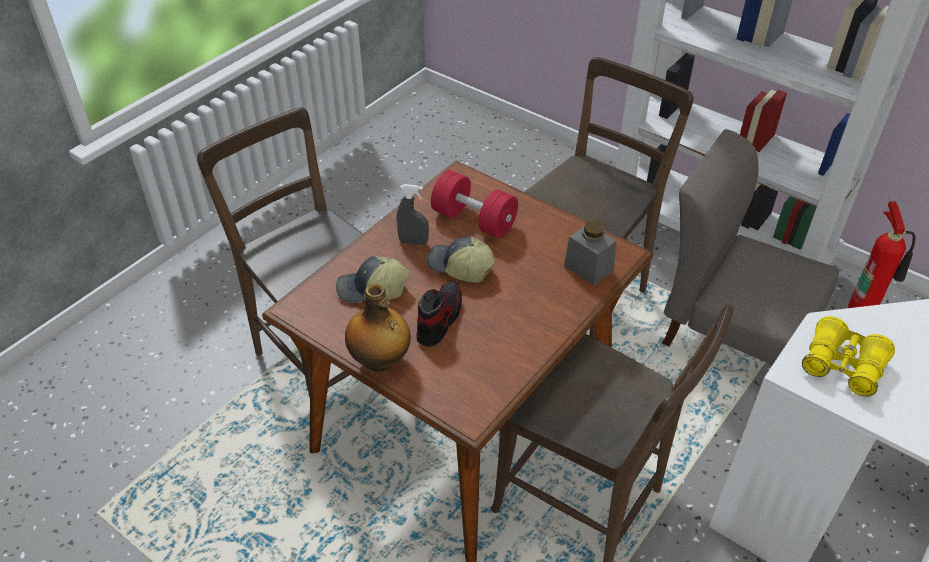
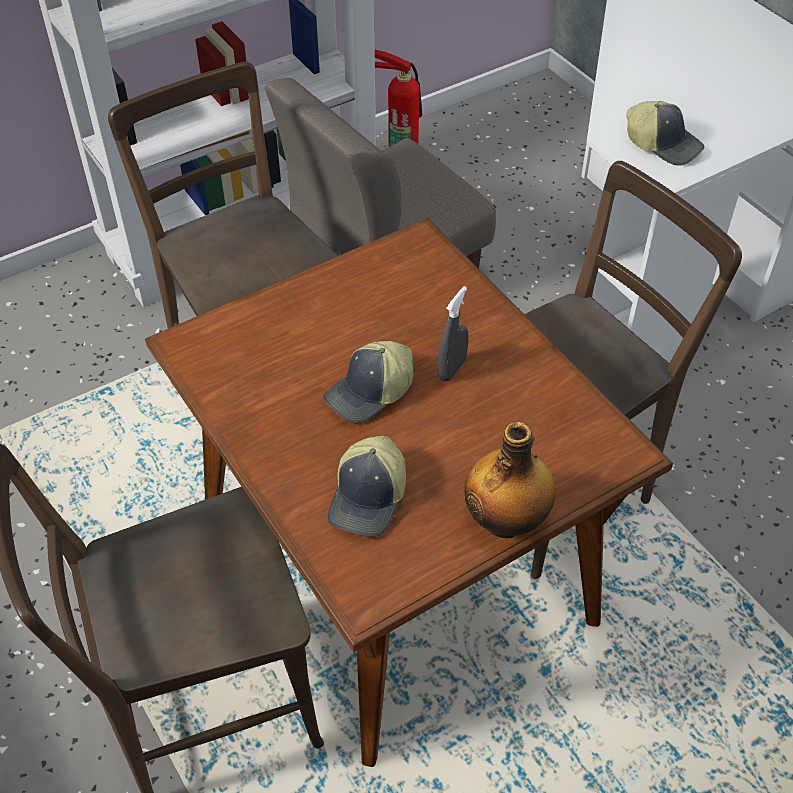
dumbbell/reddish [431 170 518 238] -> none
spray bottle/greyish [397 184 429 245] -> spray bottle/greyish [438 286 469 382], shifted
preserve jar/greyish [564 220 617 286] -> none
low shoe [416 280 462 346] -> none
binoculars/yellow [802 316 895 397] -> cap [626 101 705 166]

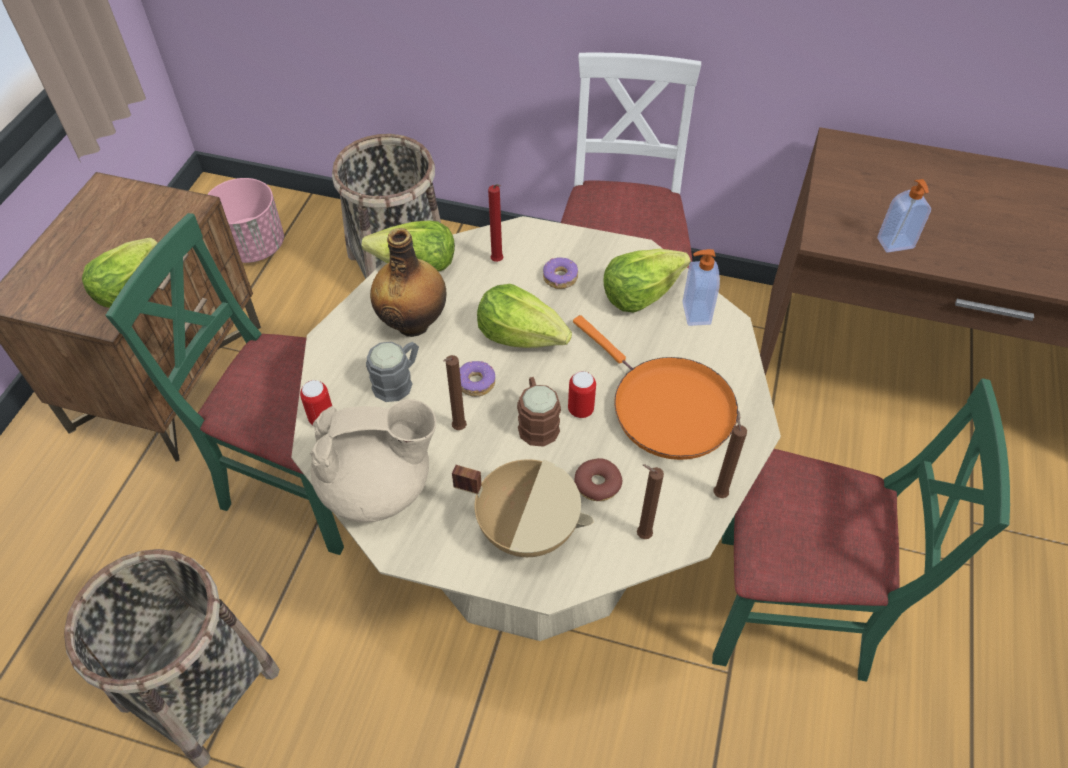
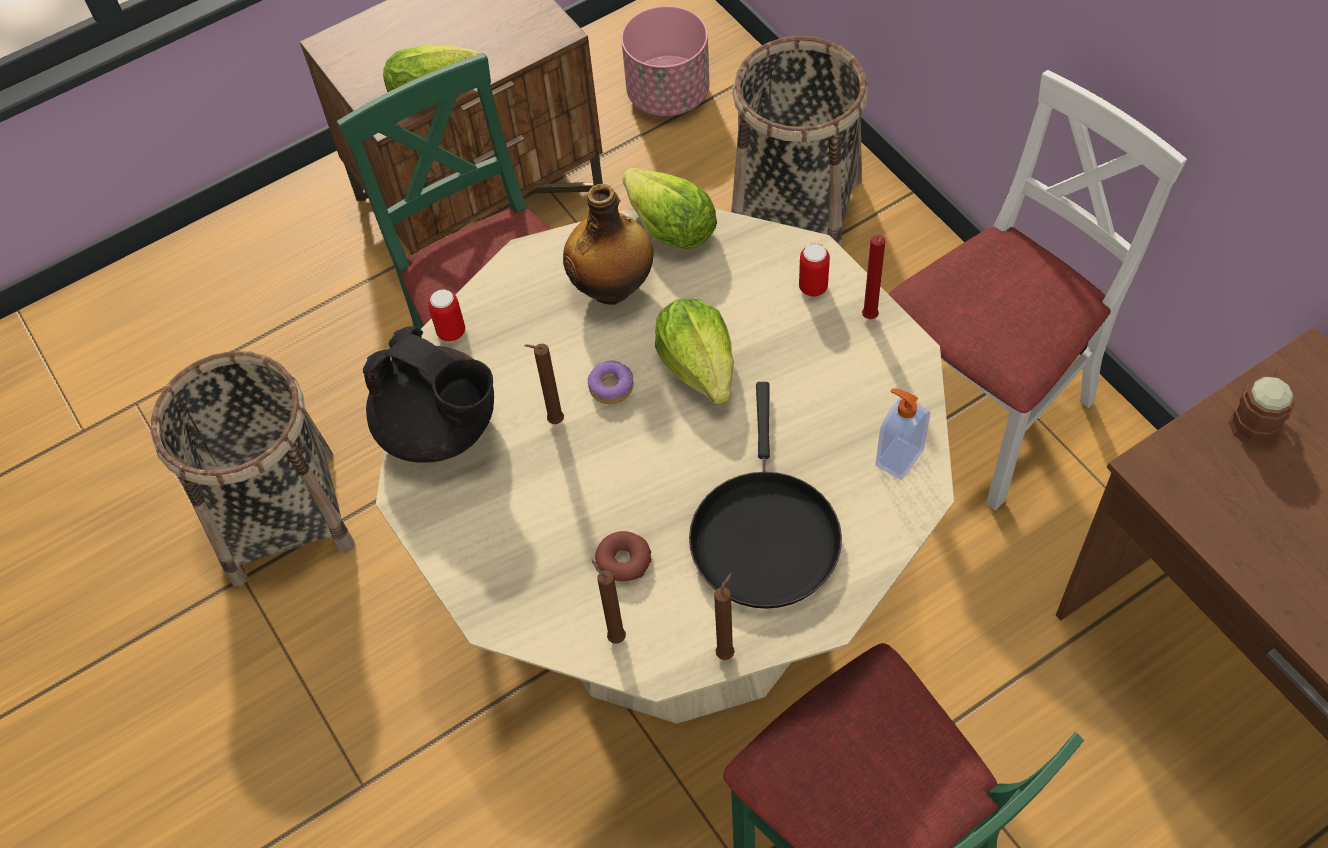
liquid soap bottle [877 179 931 253] -> none
wax candle/reddish [488 184 503 262] -> wax candle/reddish [862 235 885 319], shifted
lettuce [604 249 691 313] -> none
donut [543 257 578 289] -> none
skillet/orange [573 315 738 460] -> skillet/black [689 382 842 609]
mug/greyish [366 342 419 402] -> none
sealed can [568 371 596 418] -> sealed can [799 244 830 297], shifted
mug/brown-coloured [517 377 561 447] -> mug/brown-coloured [1228 367 1295 447], shifted
pot for tea/beige-coloured [310 399 436 522] -> pot for tea/black [363 326 494 463]
stockpot/beige-coloured [452 459 593 557] -> none

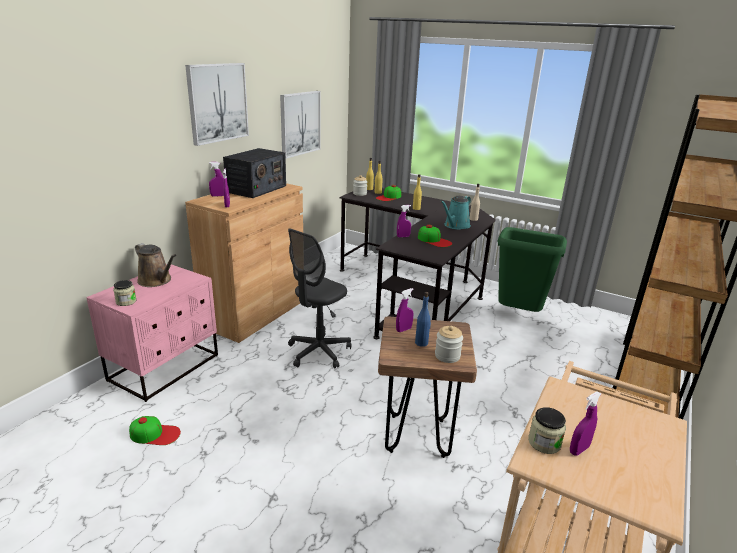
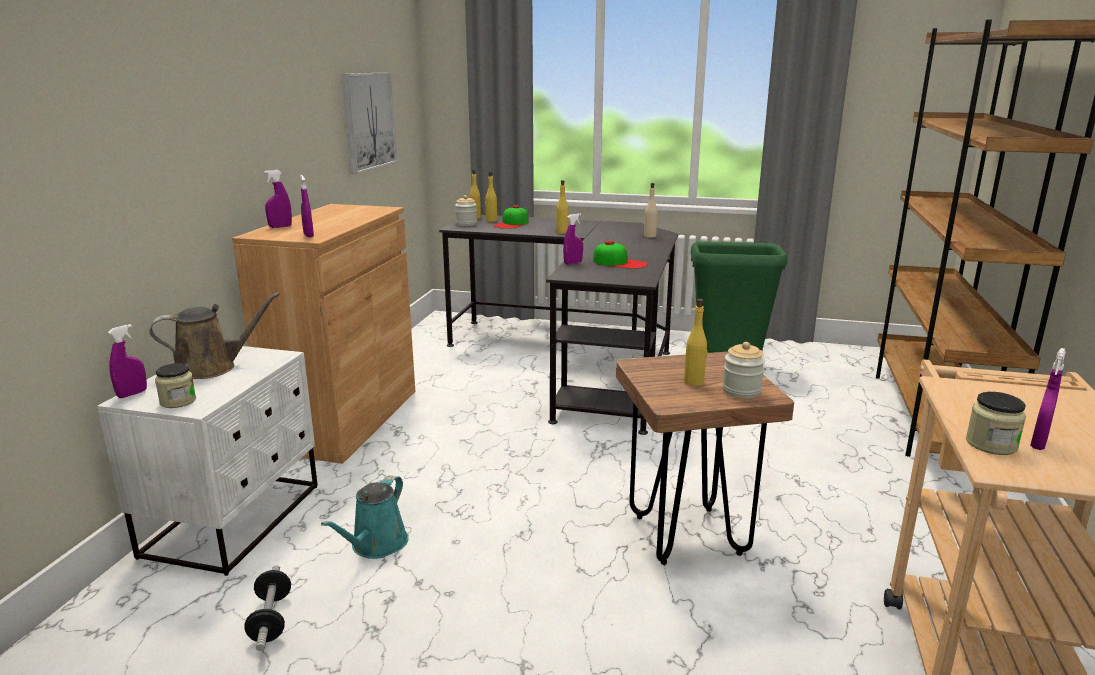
picture [185 63 249 146] -> none
radio receiver [223 148 286 198] -> none
watering pot/turquoise [440 196 471 230] -> watering pot/turquoise [321 475 409 559], shifted
office chair/greyish [288 228 351 369] -> none
watering pot/brown-coloured [135 243 176 287] -> watering pot/brown-coloured [150 292 280 379], 45 degrees counterclockwise
bedside table/pink-coloured [86 264 218 402] -> bedside table/white [97 346 318 576]
spray bottle/purplish [396 288 414 332] -> spray bottle/purplish [108 324 147 398], shifted
bottle/blue-coloured [415 291 431 347] -> bottle/yellow [684 299 707 386]
cap [129 416 181 445] -> dumbbell [244 565 291 651]

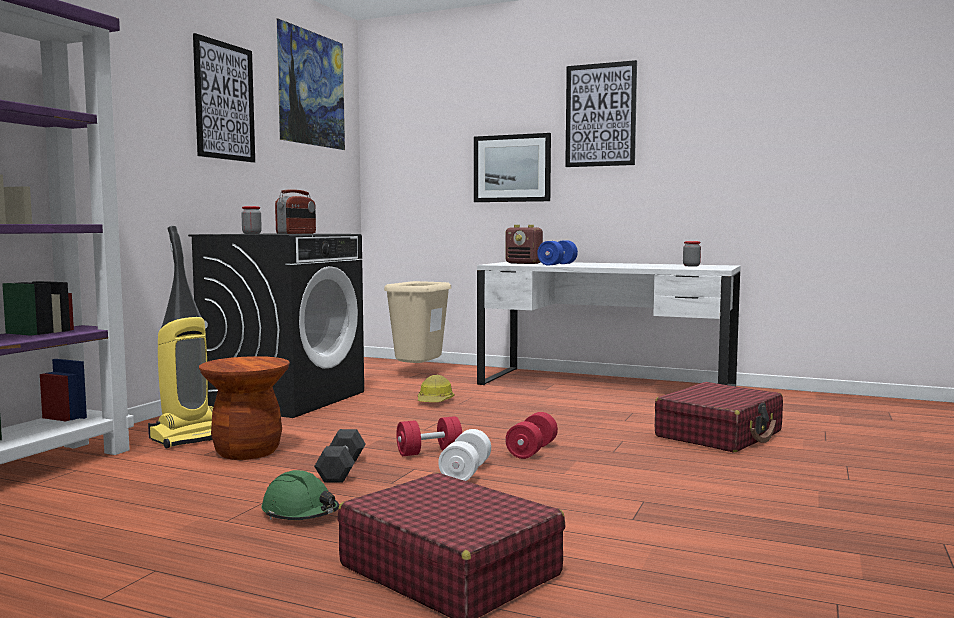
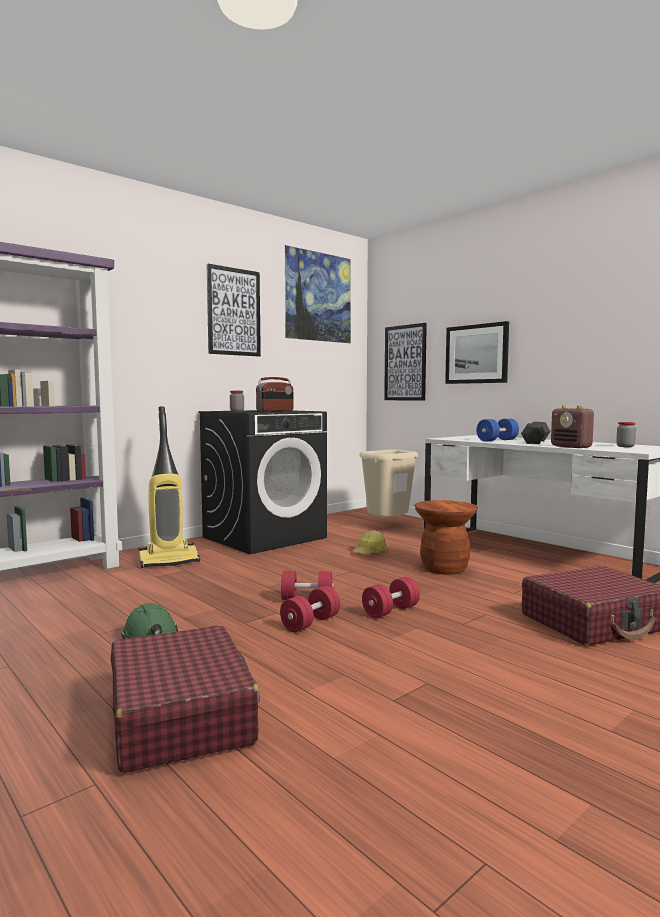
picture [565 60 637 167] -> picture [384 323 427 401], shifted
radio receiver [505 225 543 264] -> radio receiver [551 405 594 448], shifted
stool seat/brown-coloured [199 356 290 460] -> stool seat/brown-coloured [414 500 478 575], shifted
dumbbell/black [314 429 366 483] -> dumbbell/black [521 422 551 444], shifted
dumbbell/white [438 429 491 481] -> dumbbell/reddish [280 586 340 632]

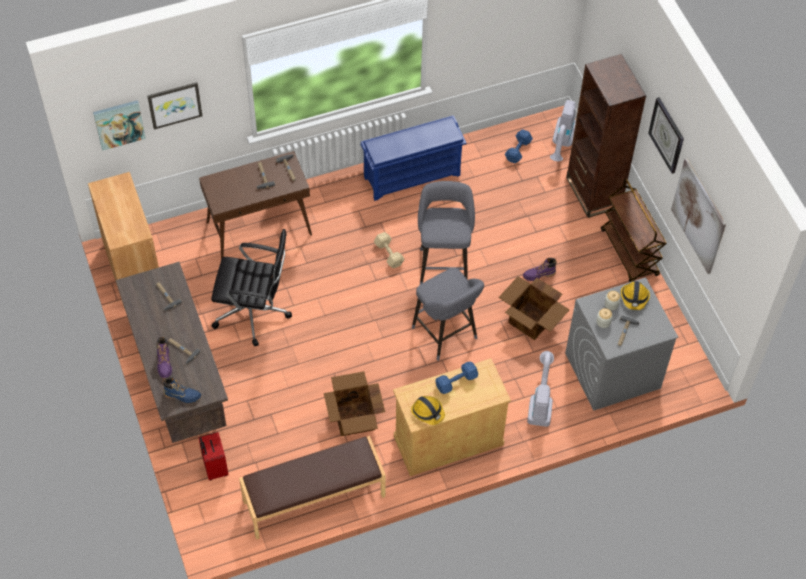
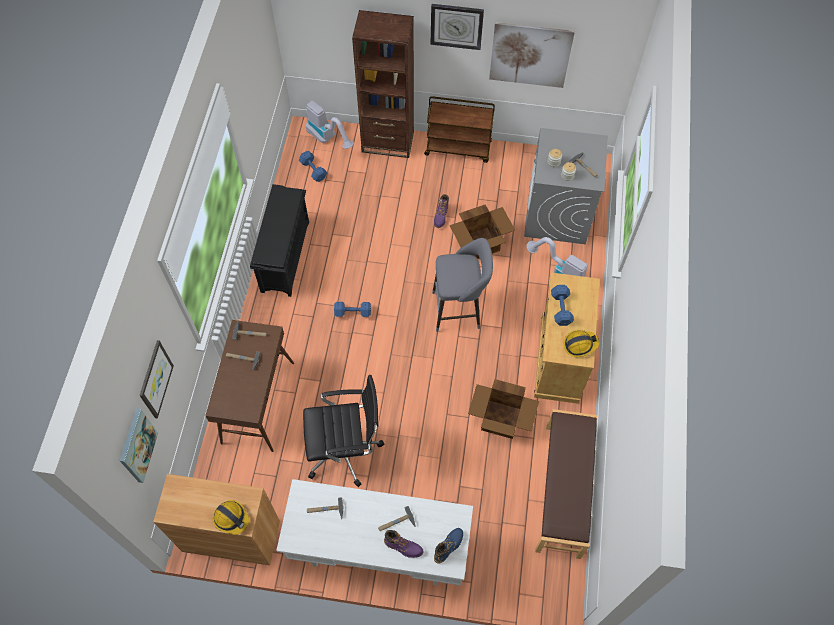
shoe shelf/blue-coloured [360 115 467 201] -> shoe shelf/black [250 184 309 297]
stool seat/greyish [418 181 475 285] -> none
office chair/black [211 229 292 346] -> office chair/black [303 375 384 487], 45 degrees clockwise
dumbbell/beige-coloured [374 232 405 268] -> dumbbell/blue-coloured [334 302 371 317]
desk/brown-coloured [116 262 228 443] -> desk/white [276 479 473 586]
safety helmet [621 281 650 310] -> safety helmet [212 500 249 535], shifted
piece of luggage/reddish [198 432 229 480] -> none

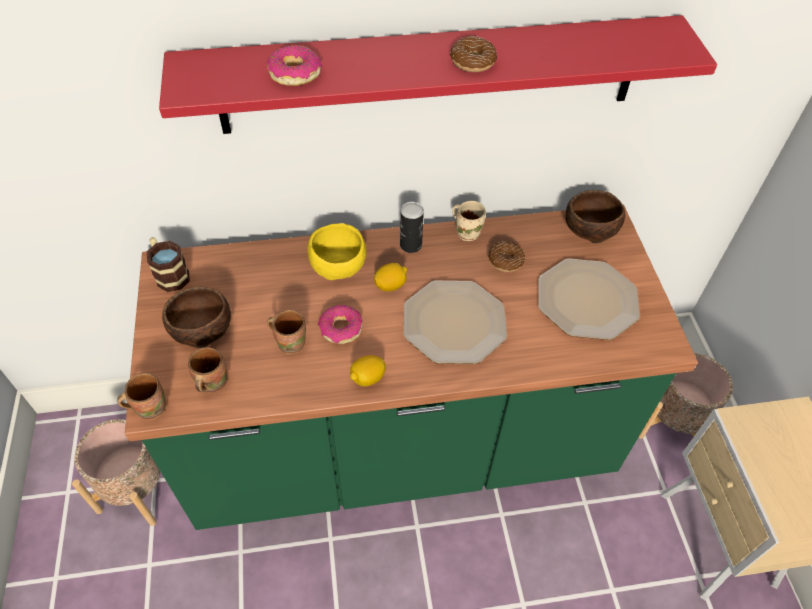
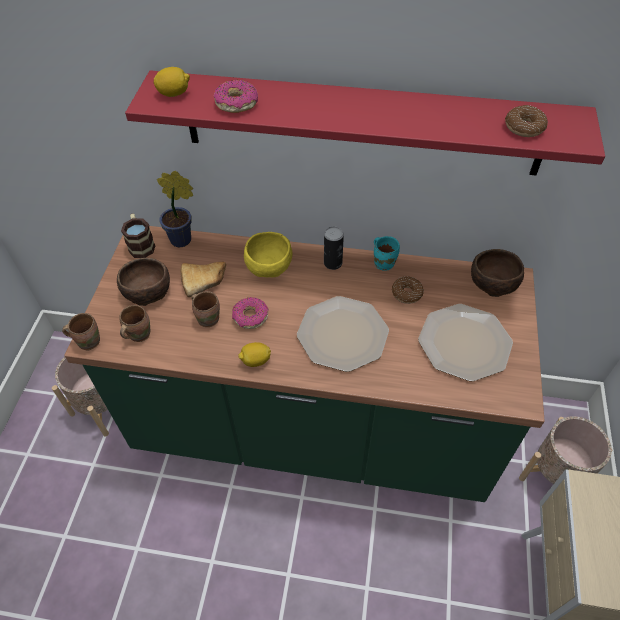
donut [450 36 497 72] -> donut [505 105 548 137], shifted
mug/beige-coloured [452 201 486 241] -> mug/turquoise [374 236 400 271]
lemon [374 263 407 292] -> lemon [153 67 190 97], shifted
none -> houseplant [157 171 193 247]
none -> bakery bread [180 262 226 297]

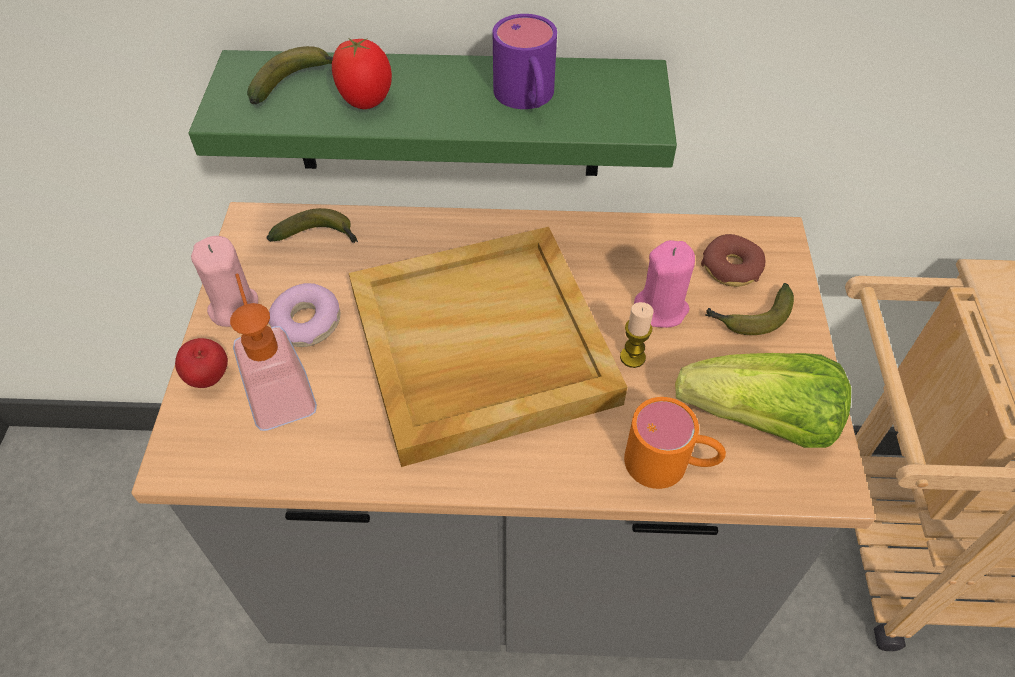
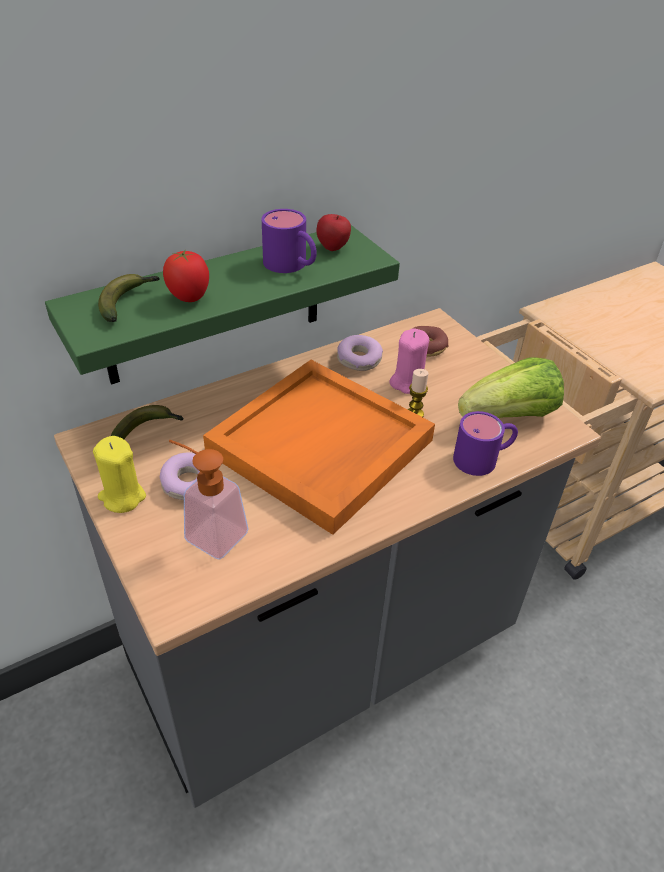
tray/beige-coloured [349 227 627 467] -> tray/orange [203 360 435 535]
wax candle/pink-coloured [191 236 258 327] -> wax candle/yellow [93 436 146 513]
banana [705 283 794 335] -> none
apple fruit [175 338 228 388] -> apple fruit [316 214 351 251], shifted
mug/orange [624 397 726 489] -> mug/purplish [453 411 518 476]
none -> donut [337 335 383 371]

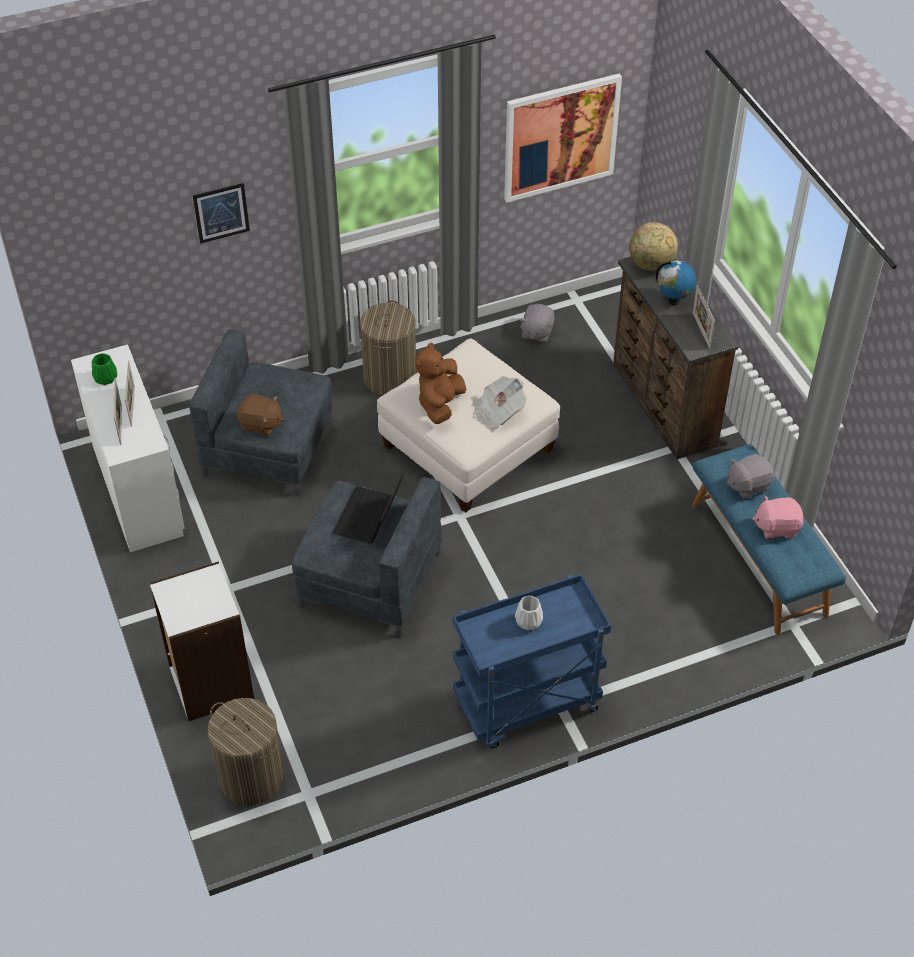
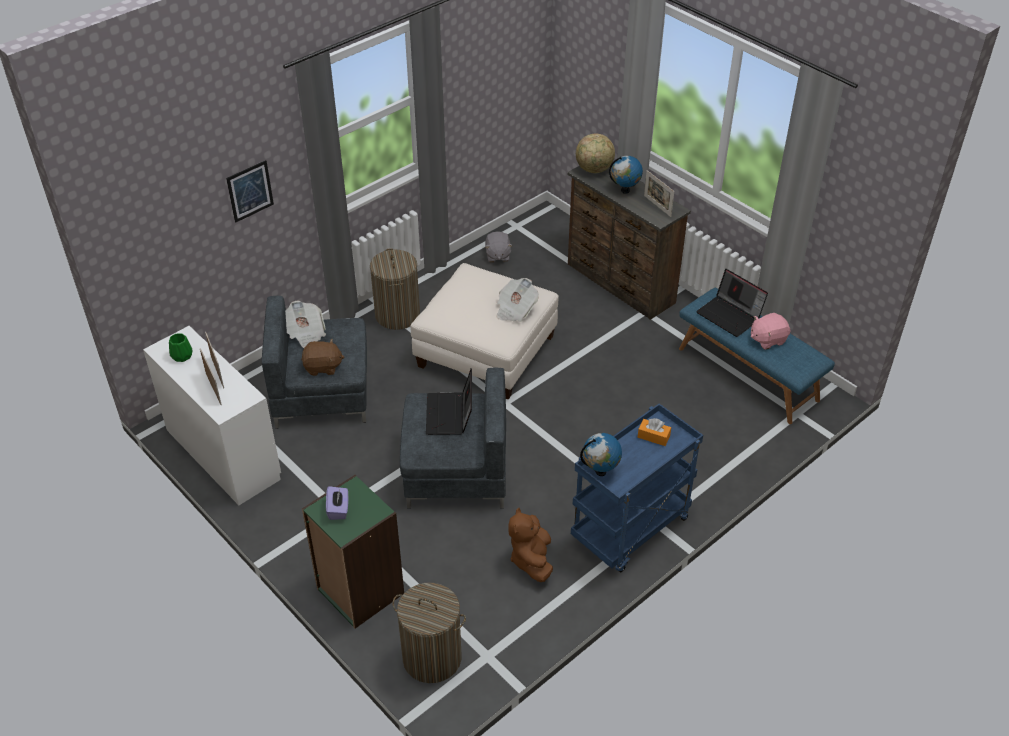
picture [504 74 622 202] -> none
plush toy/brown-coloured [415 342 466 424] -> plush toy/brown-coloured [508 508 553 582], shifted
plush toy/greyish [727 454 775 499] -> portable computer [696 269 768 337]
bookcase/white [149 561 254 722] -> bookcase/green-coloured [302 475 404 629]
decorative vase/white [515 596 543 631] -> none
none -> daily paper [285 300 326 348]
none -> tissue box/orange [638 418 671 446]
none -> globe [580 433 622 476]
none -> tissue box/purplish [326 486 348 520]

